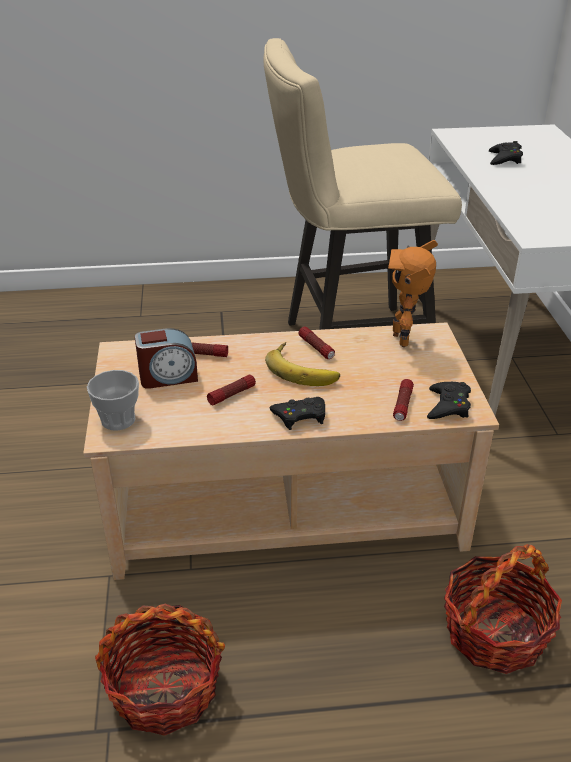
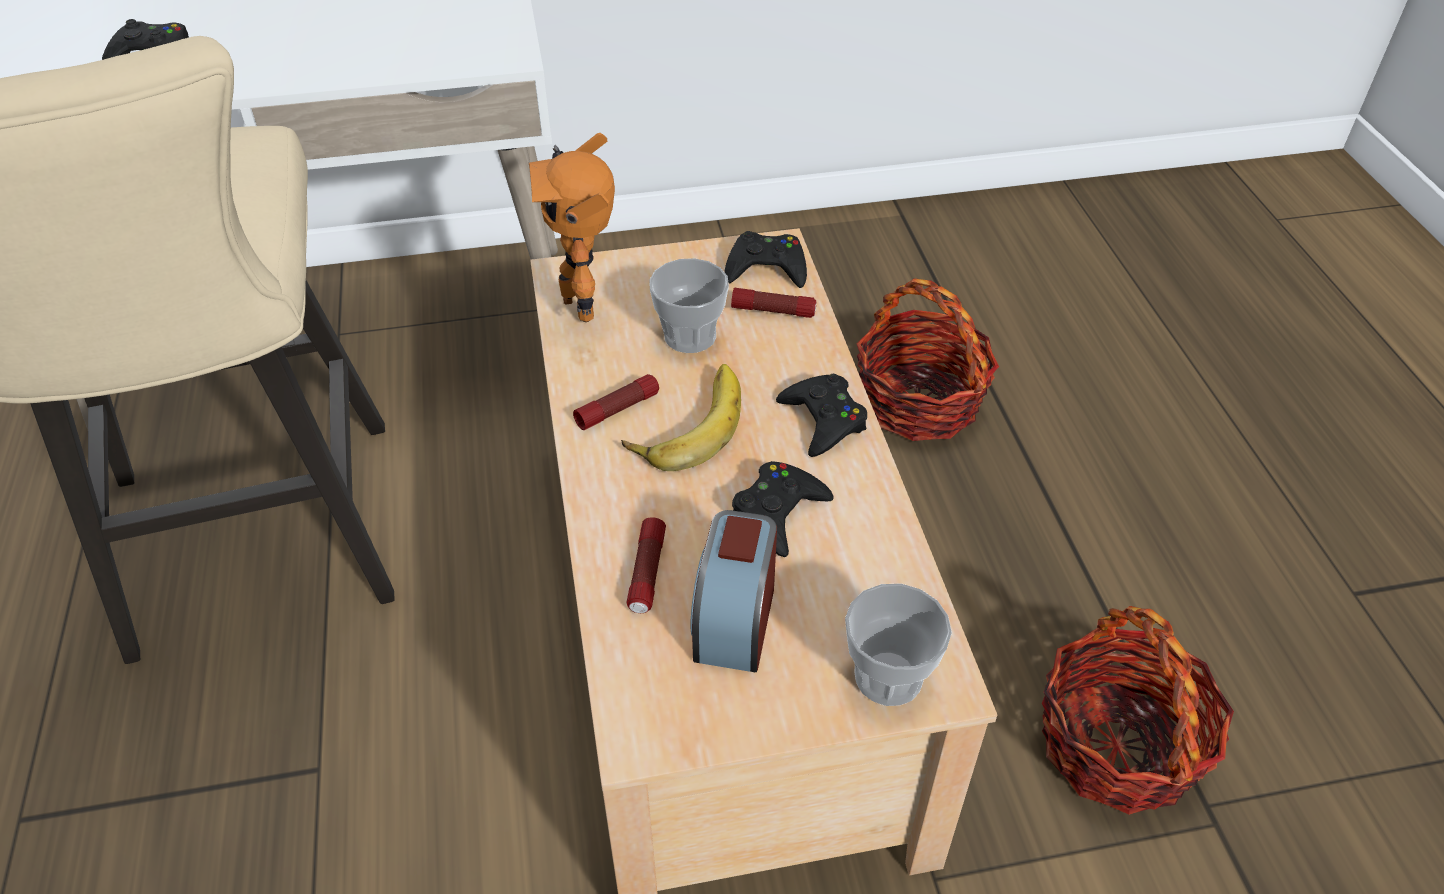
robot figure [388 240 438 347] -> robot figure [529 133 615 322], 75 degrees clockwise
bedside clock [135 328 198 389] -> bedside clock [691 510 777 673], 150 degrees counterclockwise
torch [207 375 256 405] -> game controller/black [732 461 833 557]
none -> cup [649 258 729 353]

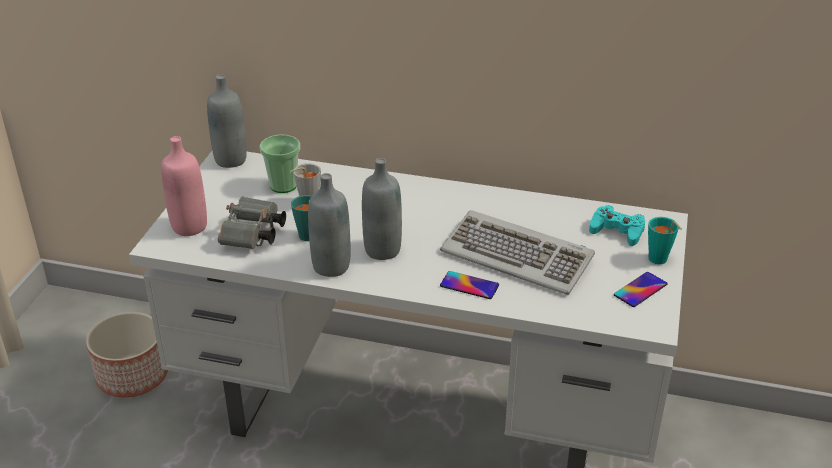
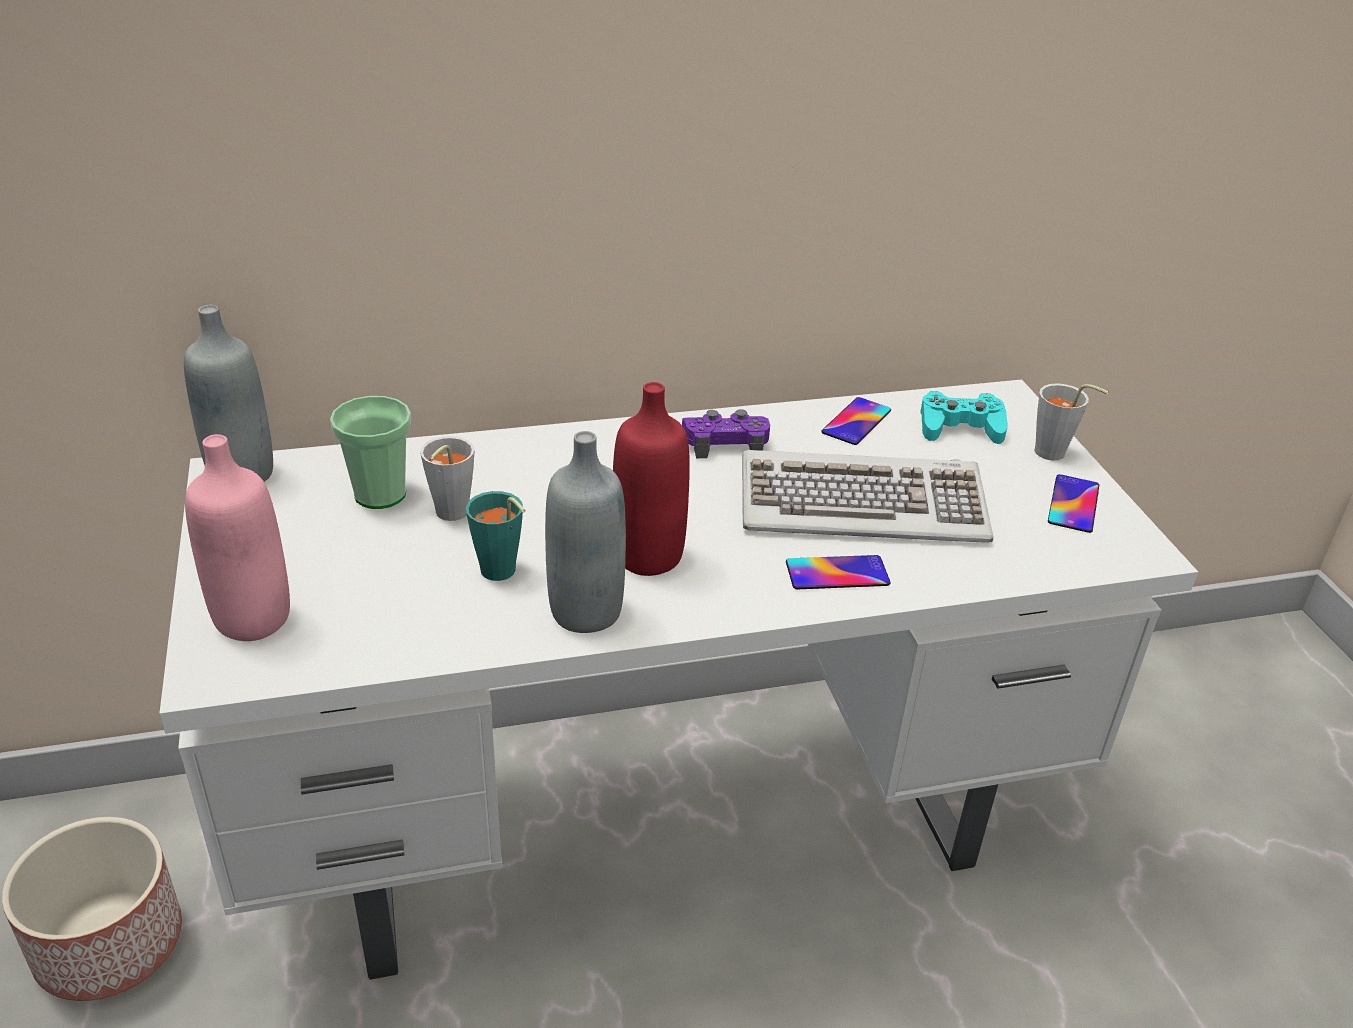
bottle/greyish [362 158 402 260] -> bottle/reddish [613 382 690 576]
binoculars/greyish [218 196 286 249] -> none
cup/turquoise [648 217 682 264] -> cup/greyish [1035 383 1109 461]
none -> handset [821 397 891 445]
none -> game controller/purplish [682 409 770 458]

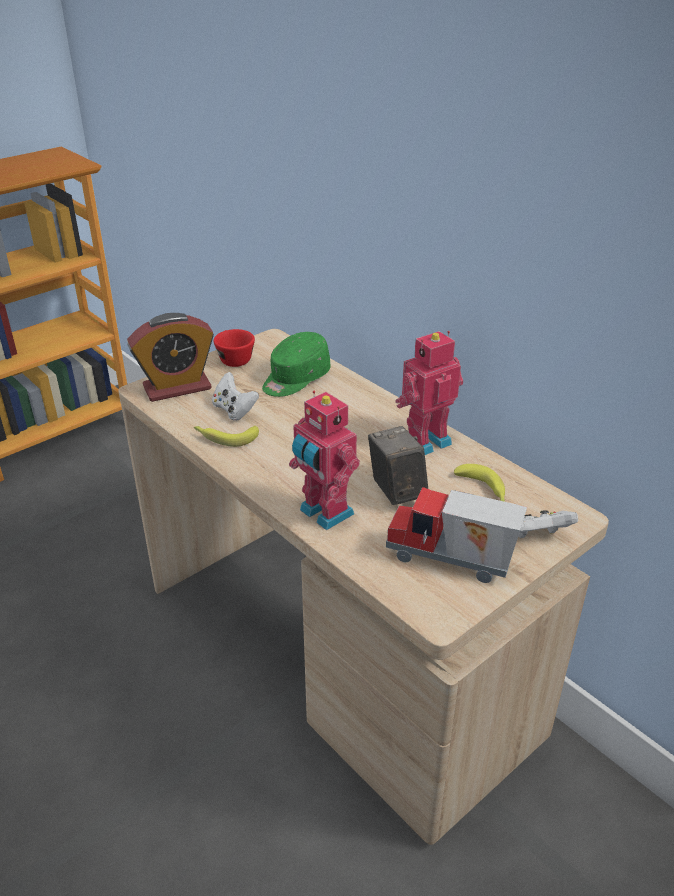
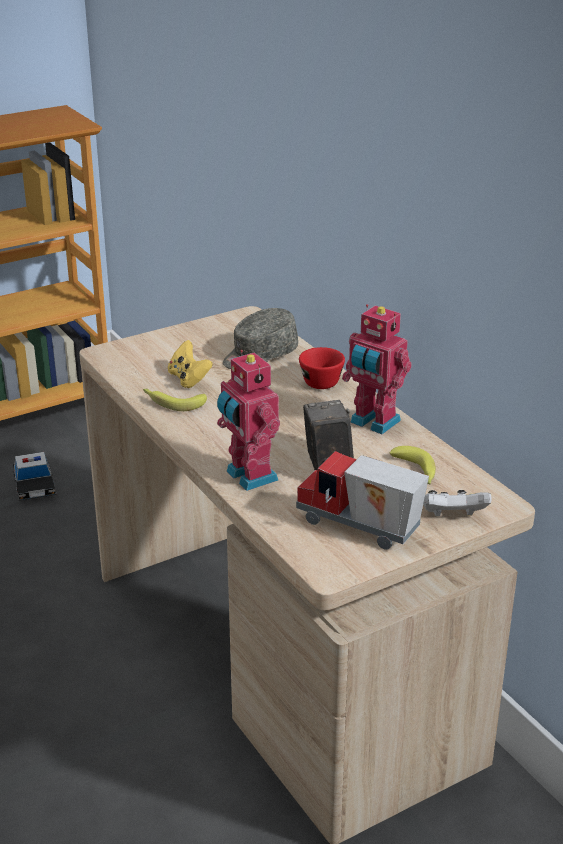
bedside clock [127 313 214 402] -> none
cup/reddish [214 329 255 367] -> cup/reddish [299 347 345 389], shifted
robot figure [396 331 463 455] -> robot figure [342 304 412 434], 120 degrees counterclockwise
cap/green-coloured [262 332 331 397] -> cap/greyish [223 308 298 369]
game controller/white [212 372 259 420] -> game controller/yellow [168 340 213 388]
none -> model car [12 452 57 501]

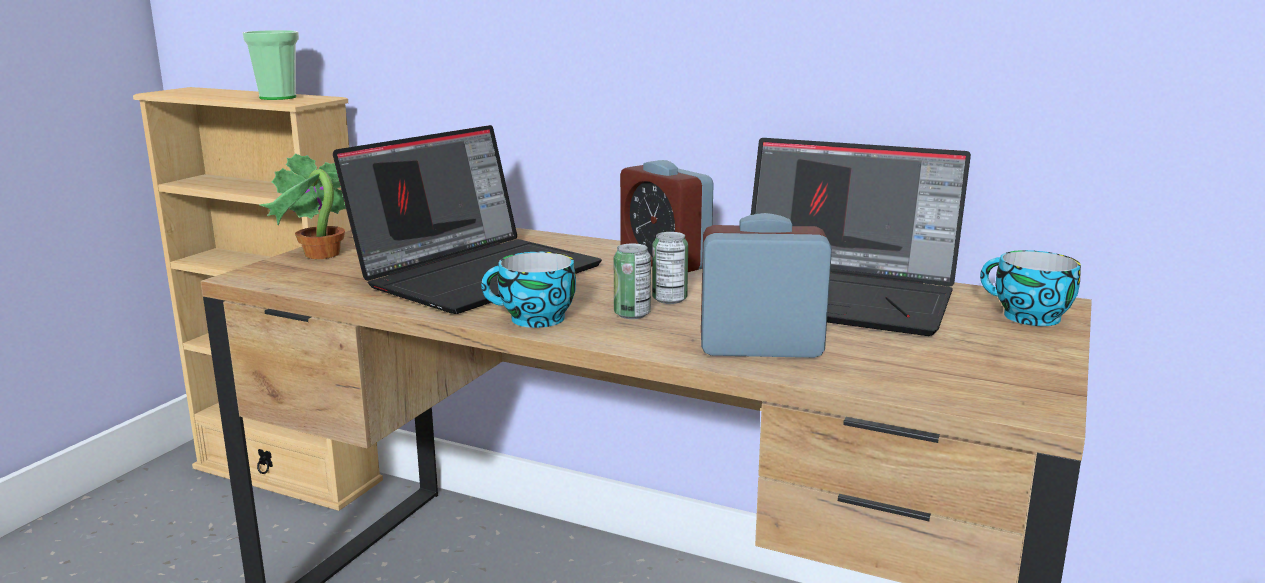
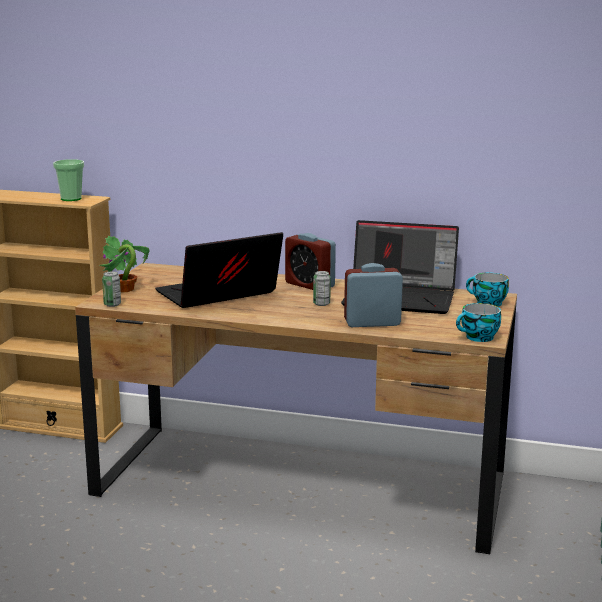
portable computer [333 125 602 314] -> portable computer [155 232 283 308], 150 degrees counterclockwise
sealed can [614 243 651 319] -> sealed can [102 271 121 307], shifted
cup [481 252 576 328] -> cup [456 303 501 342], shifted

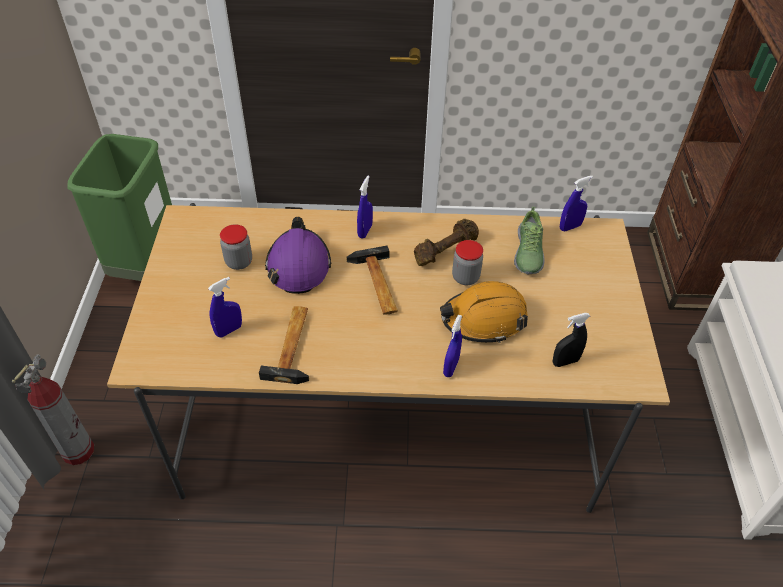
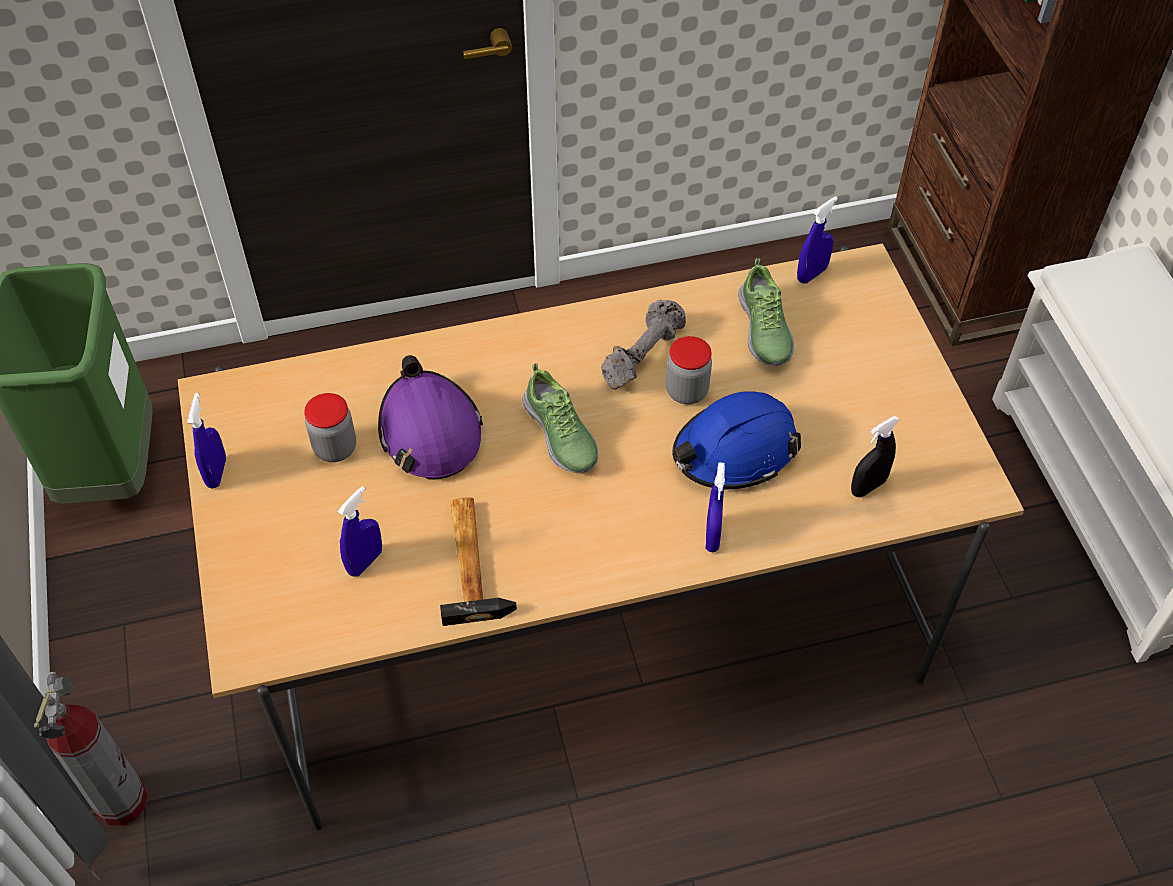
spray bottle/blue-coloured [357 176 373 239] -> spray bottle/blue-coloured [187 393 226 489], shifted
dumbbell/brown-coloured [414 218 479 266] -> dumbbell/greyish [601 299 686 390]
tool hammer [346 245 398 315] -> low shoe [522 363 598 473]
safety helmet/orange [440 281 528 343] -> safety helmet/blue-coloured [672 391 801 489]

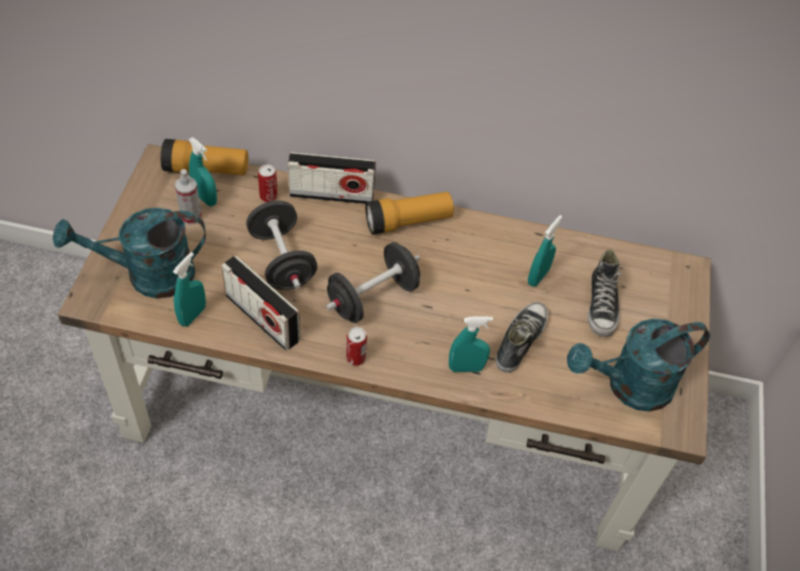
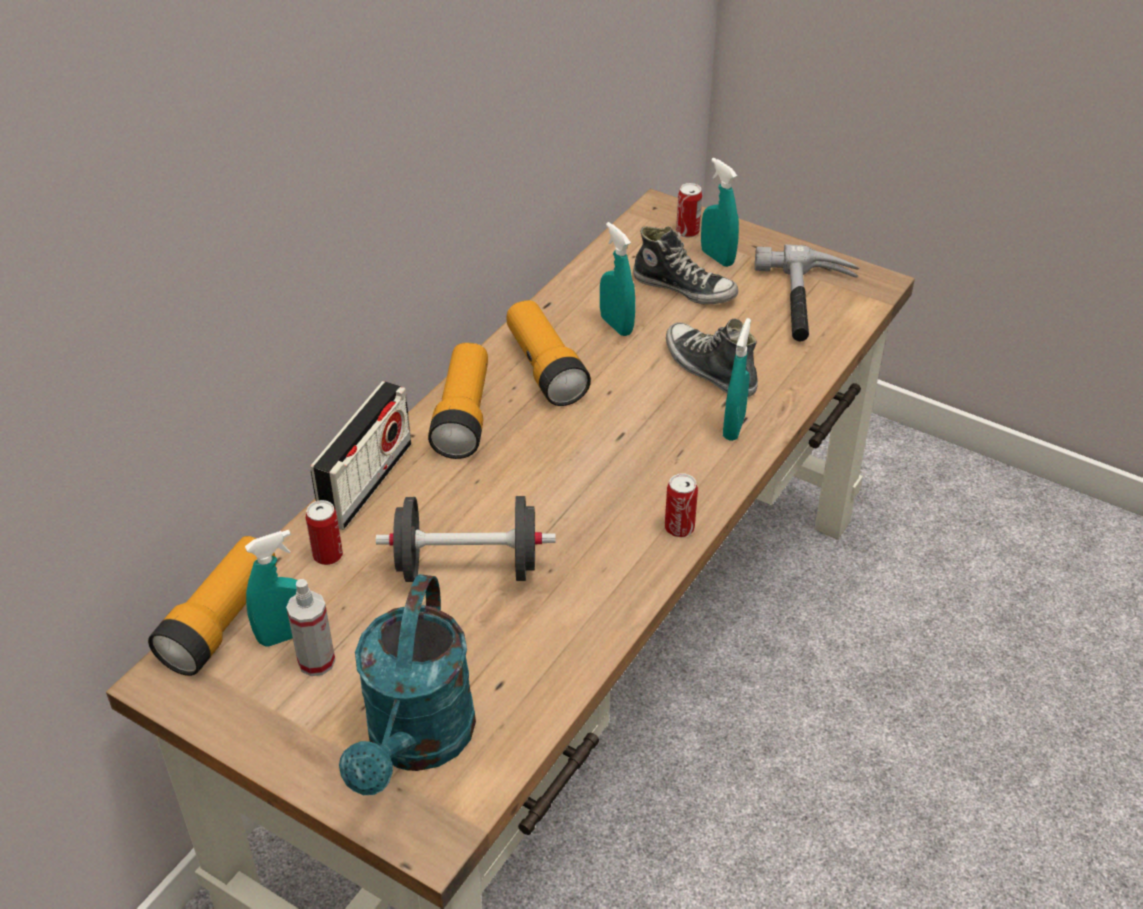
dumbbell/black [326 242 420 323] -> none
spray bottle/turquoise [173 252 206 327] -> spray bottle/turquoise [701 158 739 267], shifted
radio receiver [221 255 300 351] -> none
watering pot/turquoise [567 318 710 412] -> tool hammer [755 244 860 341]
none -> sealed can [676 183 702 237]
none -> torch [507 300 591 406]

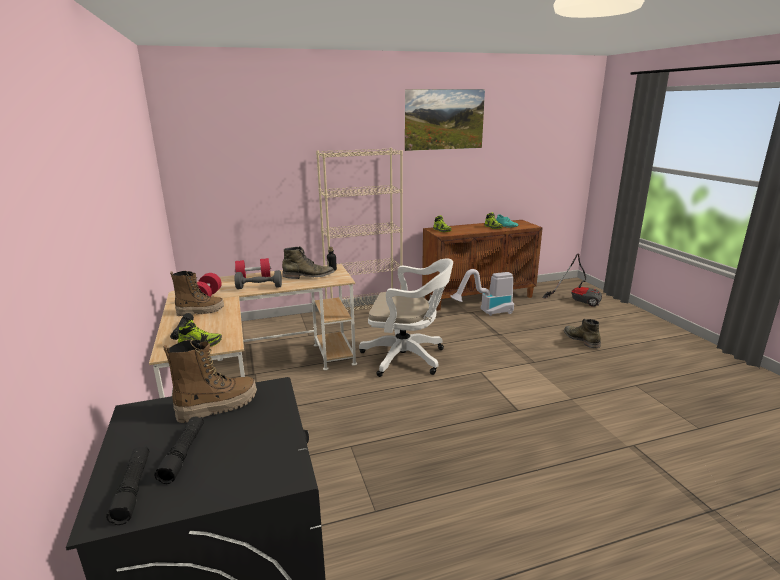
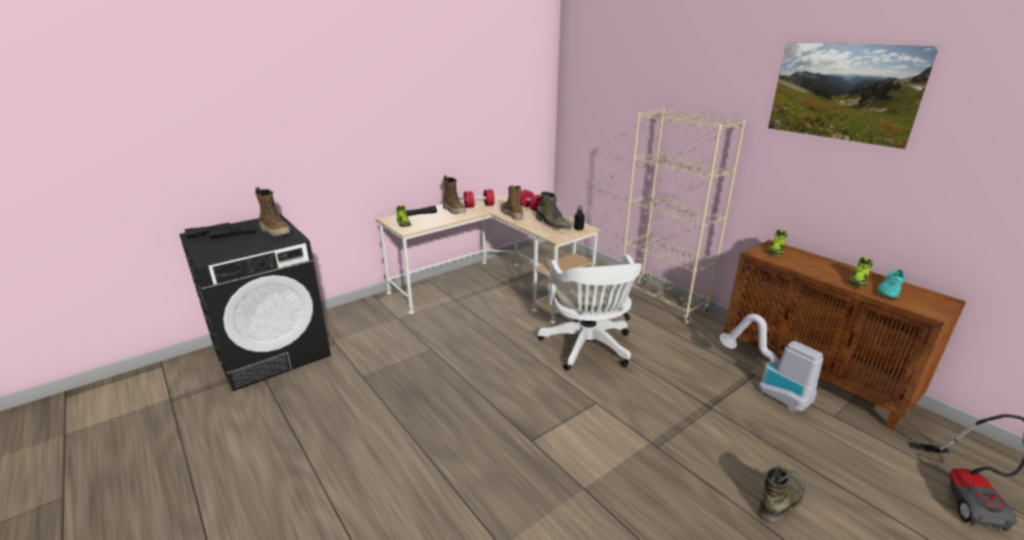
dumbbell/greyish [235 270 282 289] -> boot [501 185 523 220]

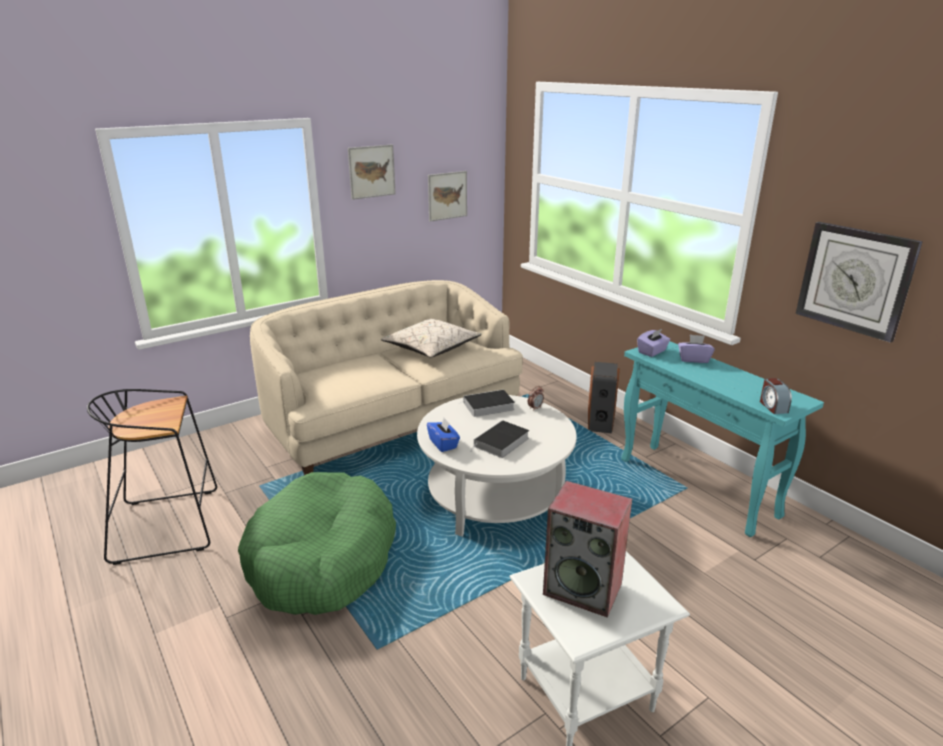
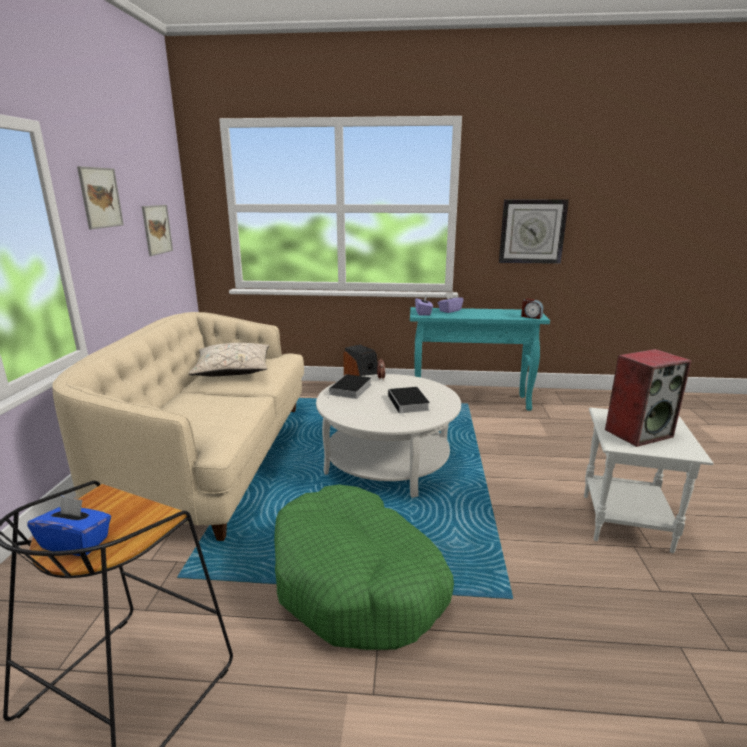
tissue box/blue-coloured [427 418 460 452] -> tissue box/blue-coloured [27 496 111 556], shifted

